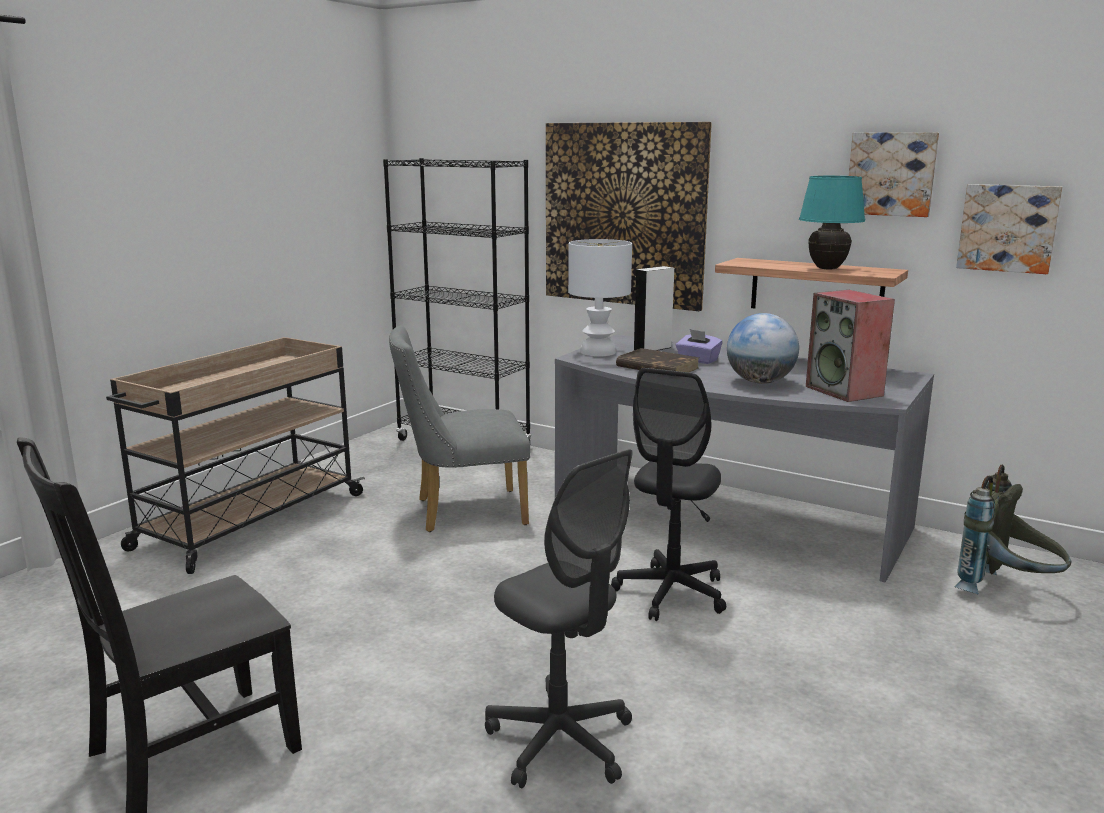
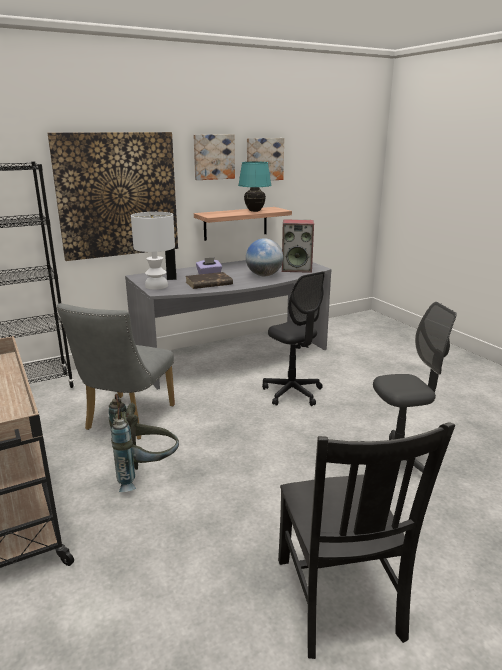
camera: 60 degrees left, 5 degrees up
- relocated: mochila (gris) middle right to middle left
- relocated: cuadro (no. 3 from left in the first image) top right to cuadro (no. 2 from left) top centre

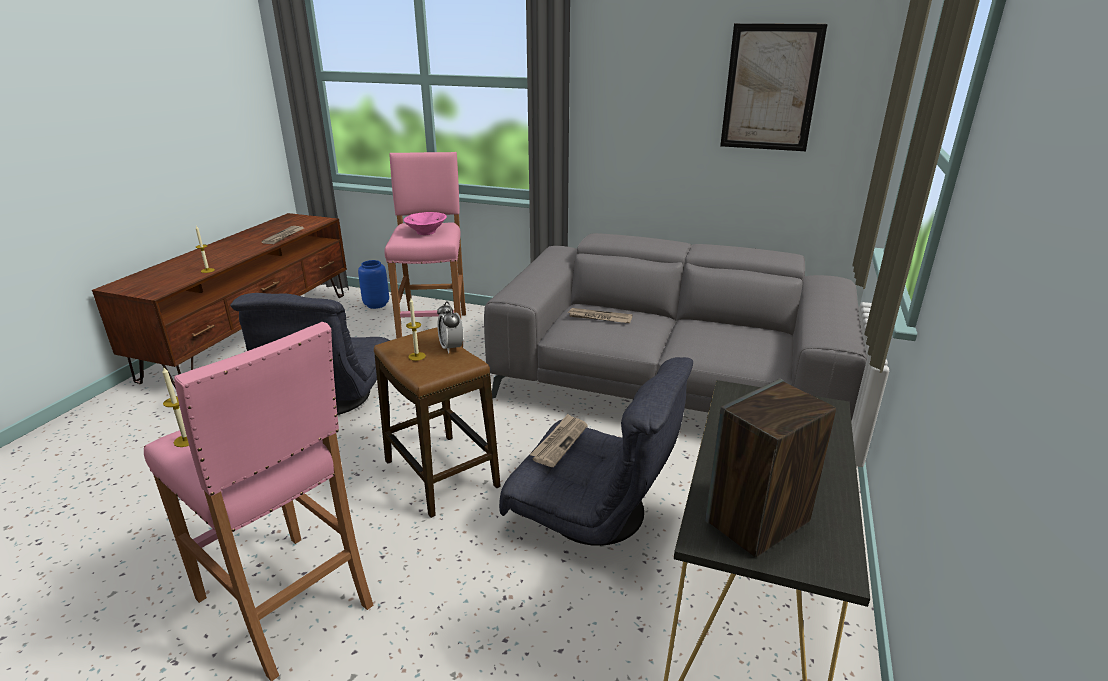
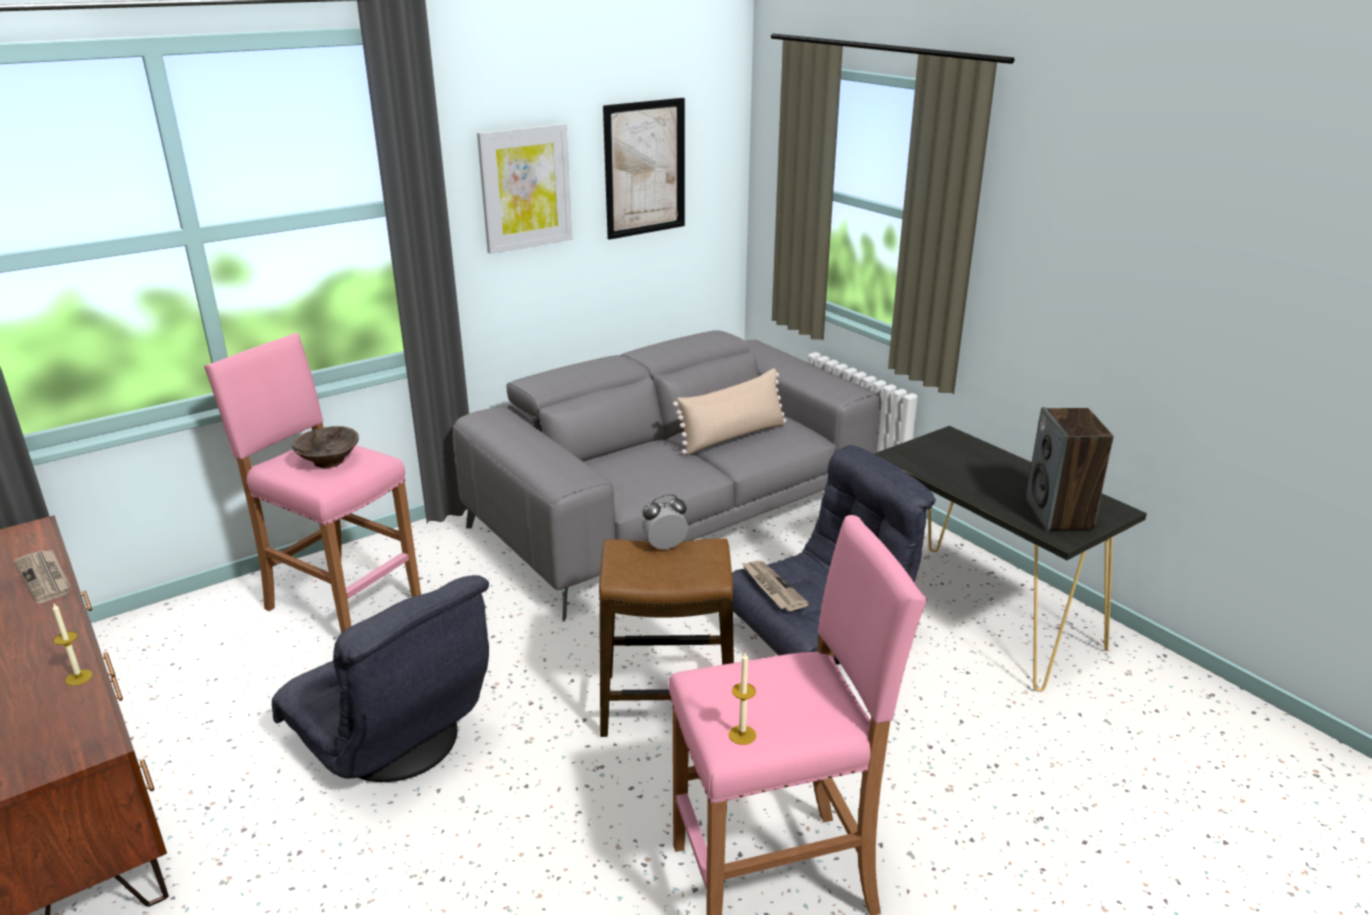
camera: 55 degrees left, 0 degrees up
- missing: florero (azul) centre
- missing: vela (no. 3 from left) centre
- missing: periódico (no. 3 from left) centre
- appeared: cuadro (no. 1 from left) top centre
- appeared: cojín (beis) centre
- colour: cuenco (rosa) top centre to cuenco (marrón) middle left
- spun: despertador centre = centre 150 degrees clockwise

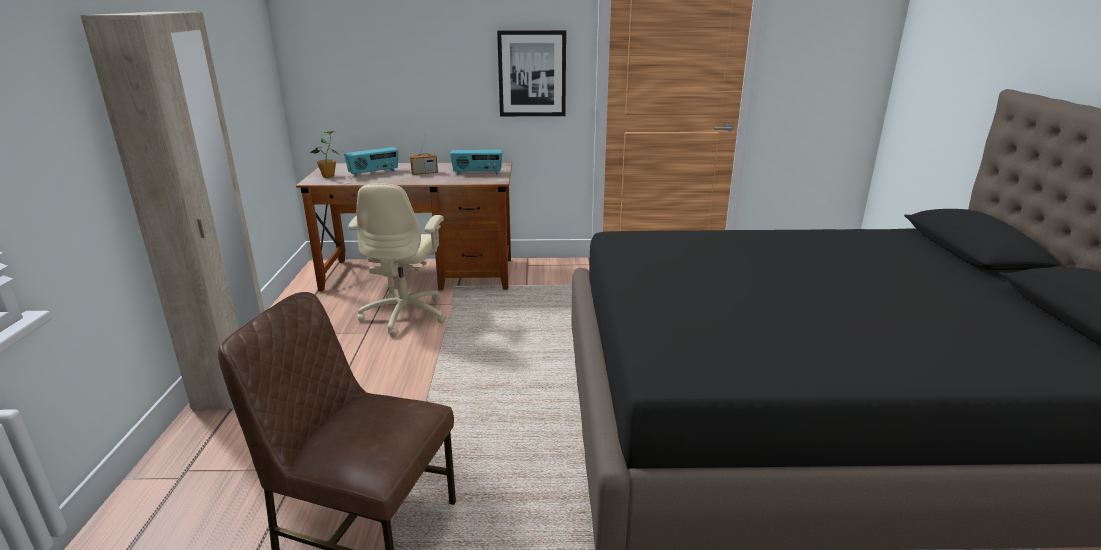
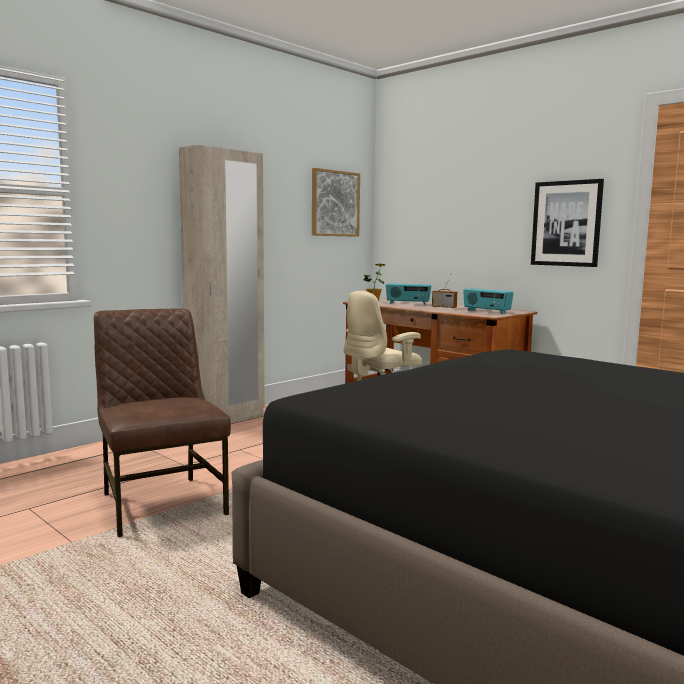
camera: 45 degrees right, 15 degrees down
- appeared: cuadro (no. 1 from left) top centre

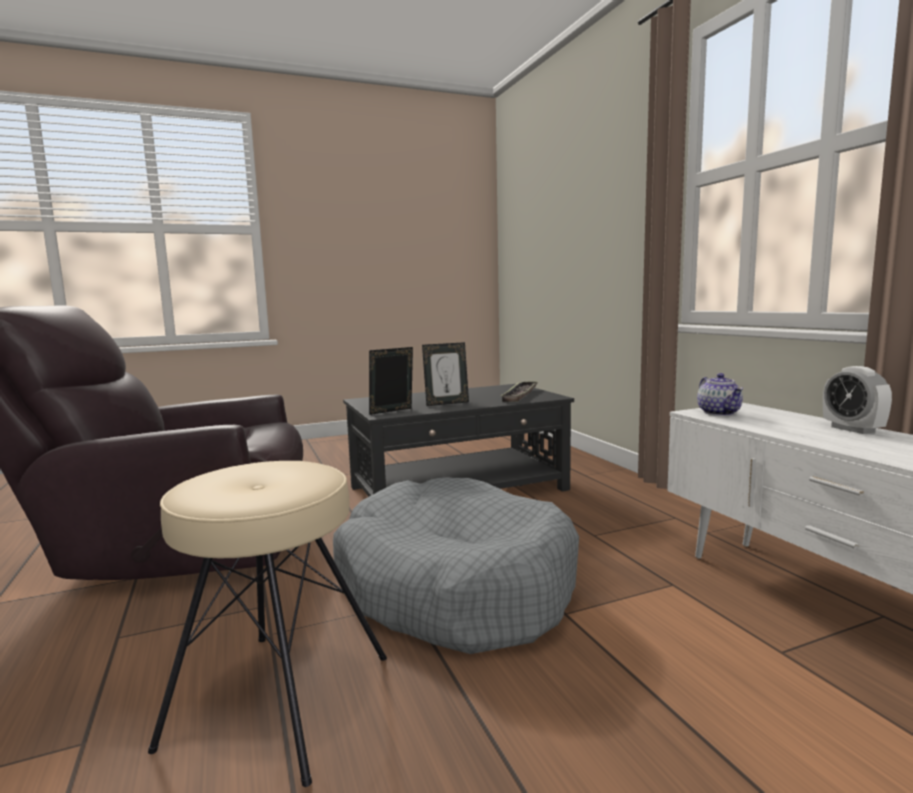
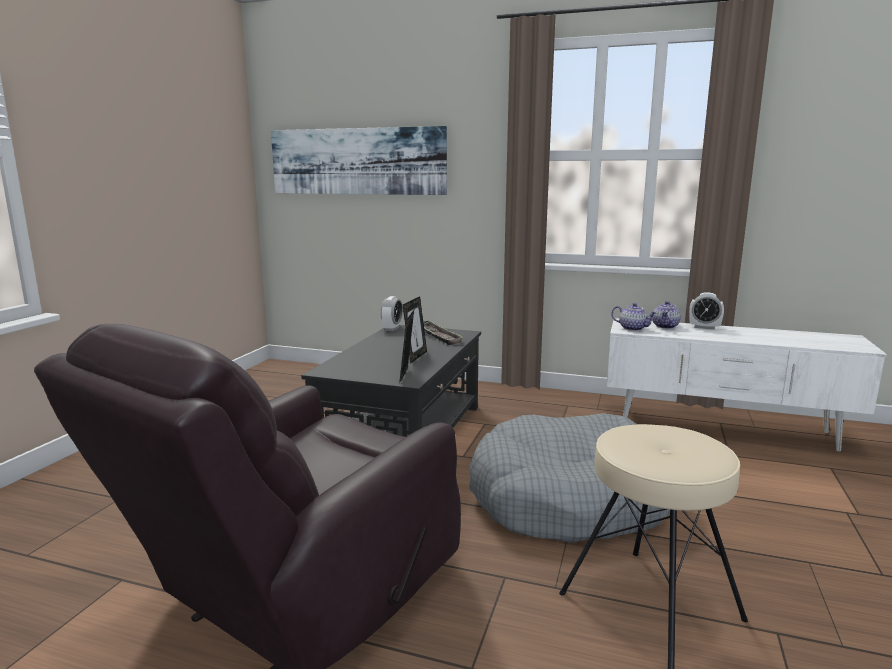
camera: 50 degrees left, 5 degrees up
- appeared: cuadro top centre
- appeared: despertador (no. 1 from left) centre
- appeared: tetera (no. 2 from left) middle right

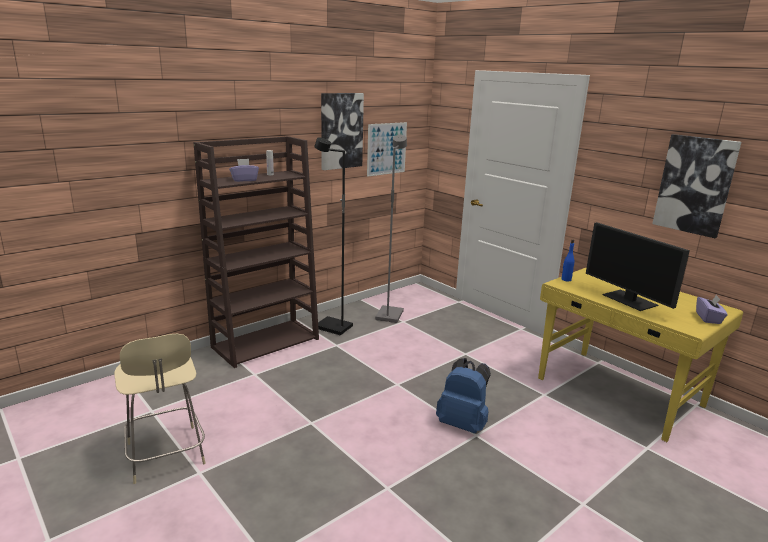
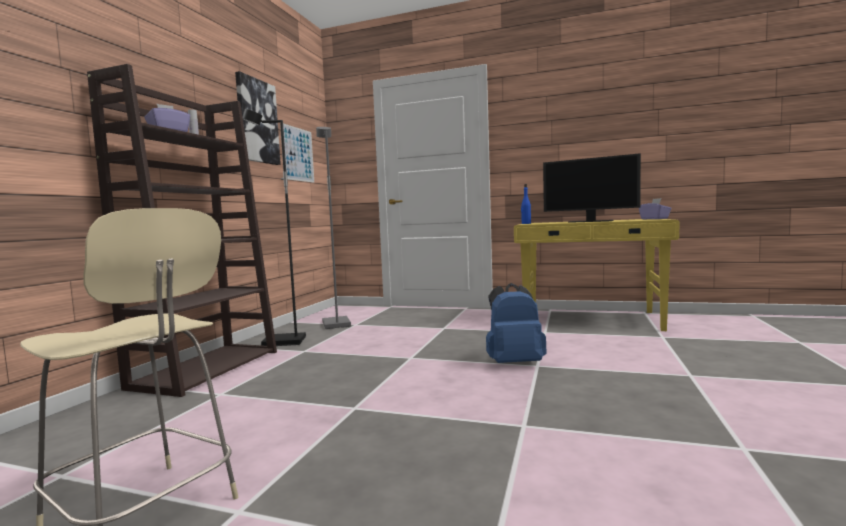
camera: 30 degrees left, 15 degrees down
- missing: cuadro (no. 3 from left) middle right

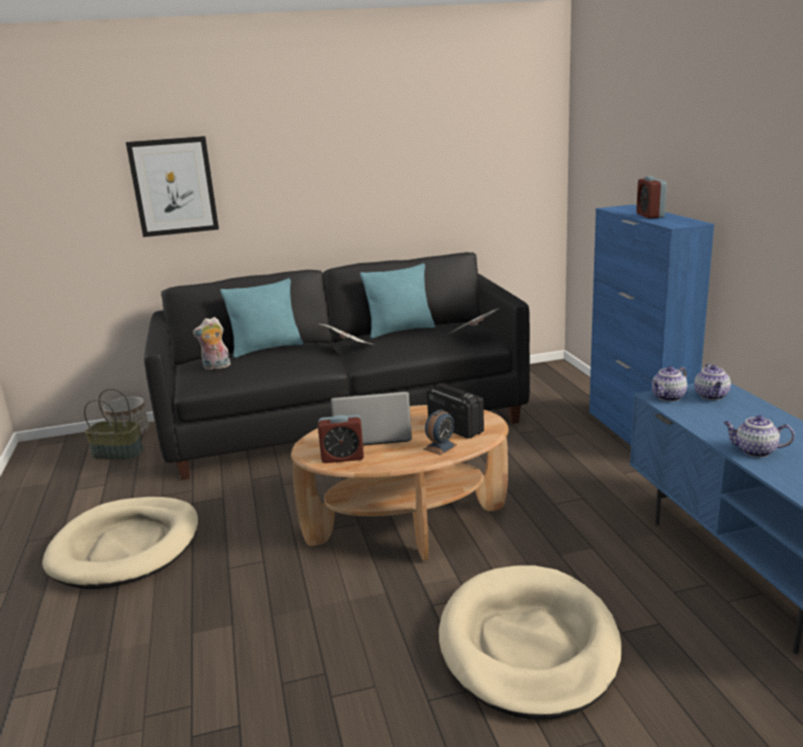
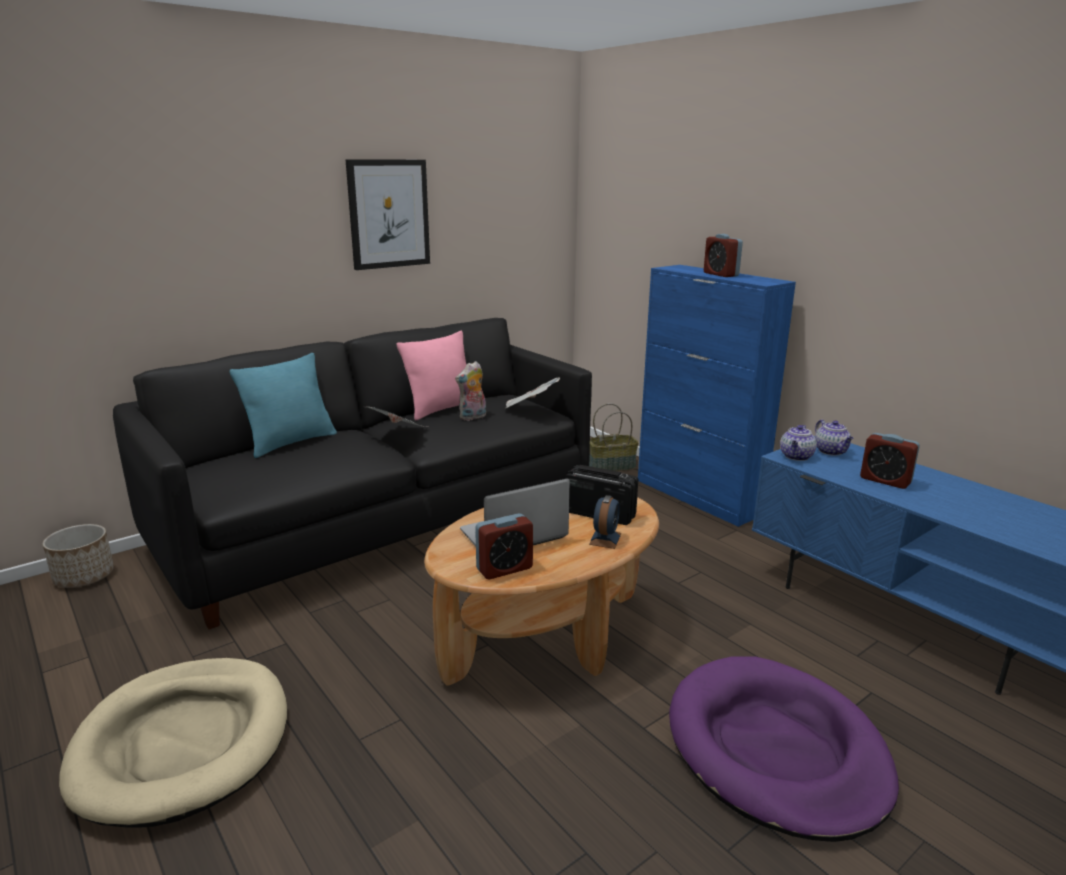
camera: 25 degrees left, 0 degrees up
- missing: tetera (no. 3 from left) middle right
- appeared: despertador (no. 4 from left) middle right
- relocated: cesta middle left to centre
- relocated: cuadro top left to top centre
- relocated: peluche middle left to centre
- colour: cojín (turquesa) (no. 2 from left) centre to cojín (rosa) centre
- colour: cama para perro (beis) (no. 2 from left) bottom centre to cama para perro (morado) bottom right

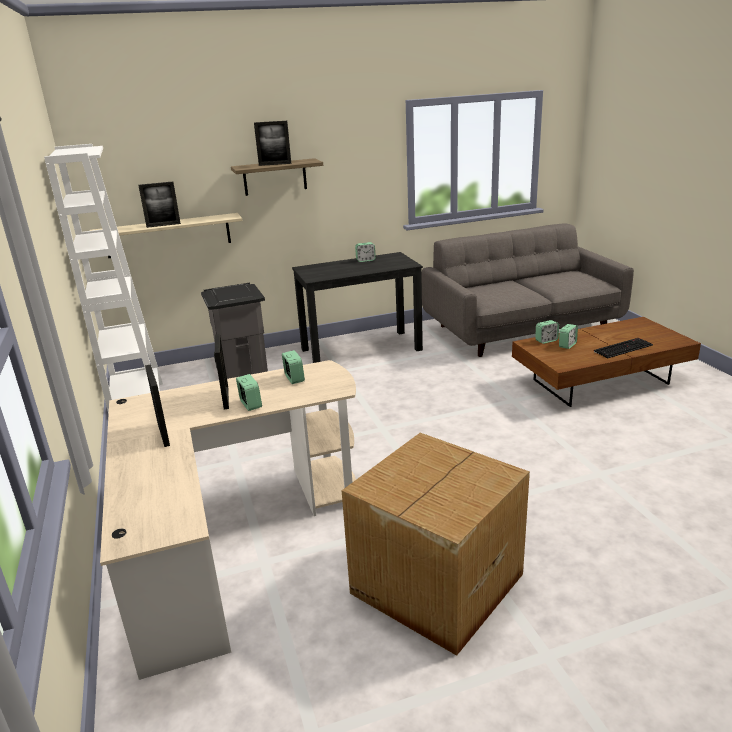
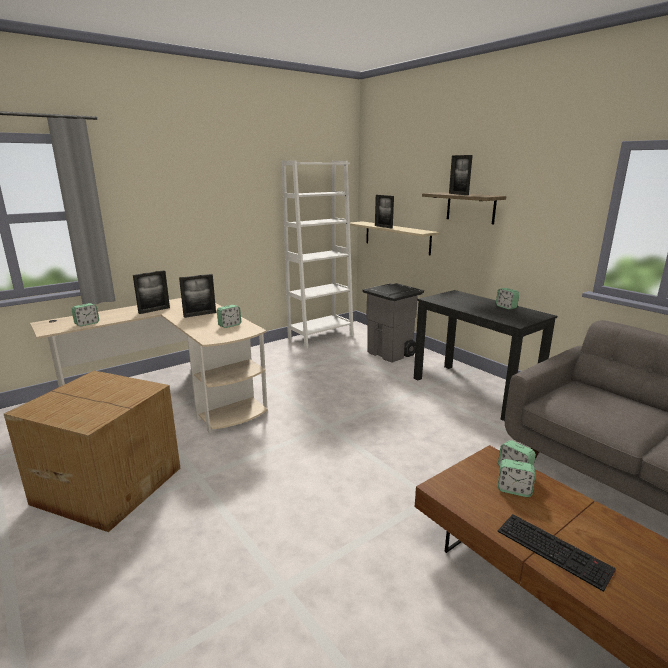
camera: 70 degrees right, 5 degrees down
- relocated: despertador (no. 1 from left) centre to middle left

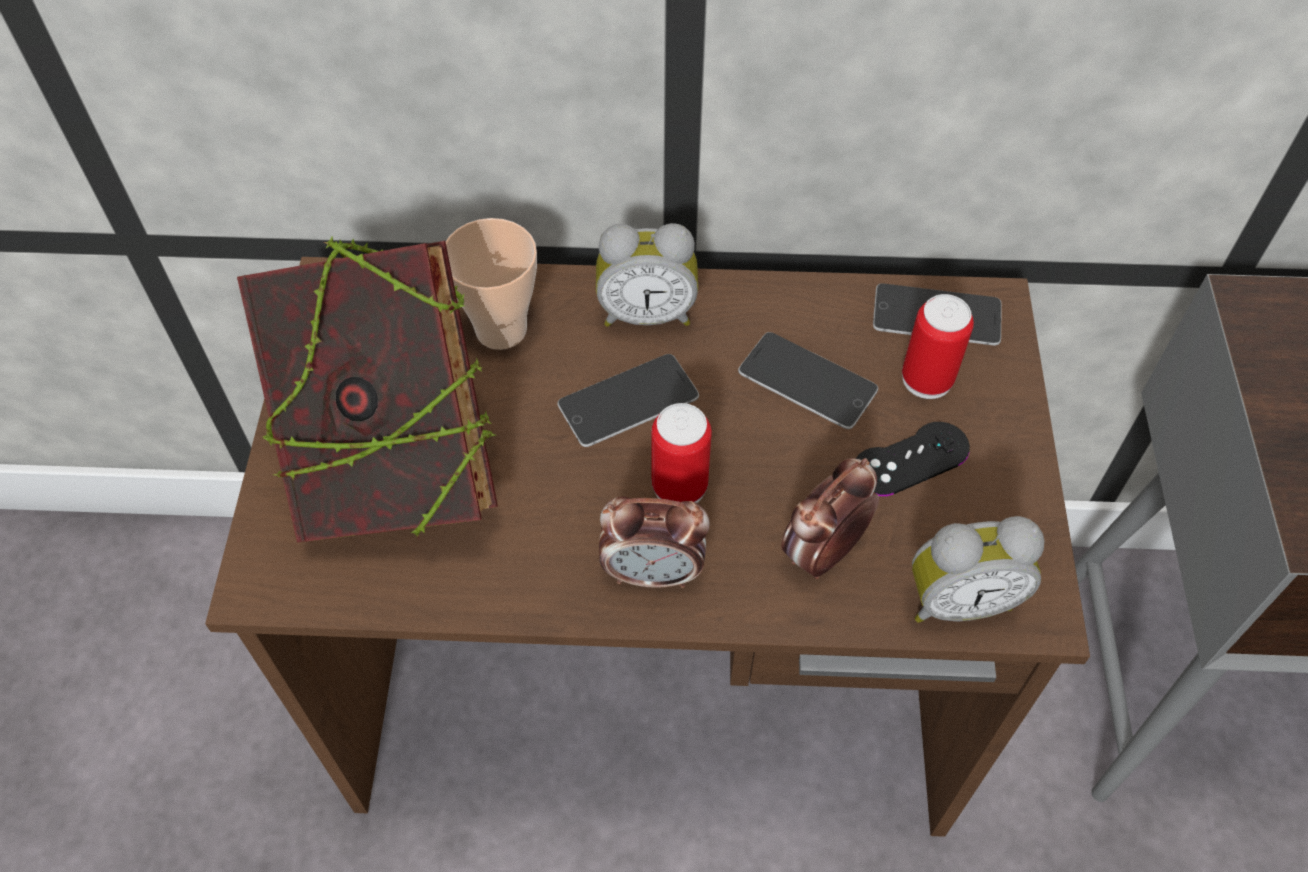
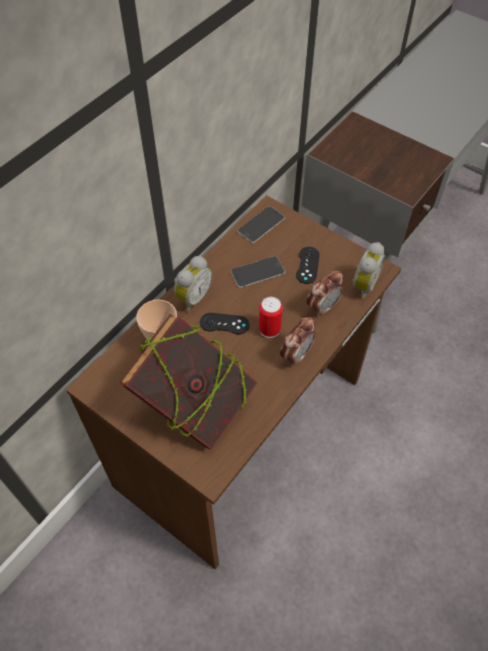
camera: 55 degrees left, 0 degrees up
- missing: lata (no. 2 from left) middle right
- exchanged: móvil (no. 1 from left) centre to mando de consola (negro) (no. 1 from left) centre
- spun: despertador (no. 3 from left) centre = centre 120 degrees counterclockwise

